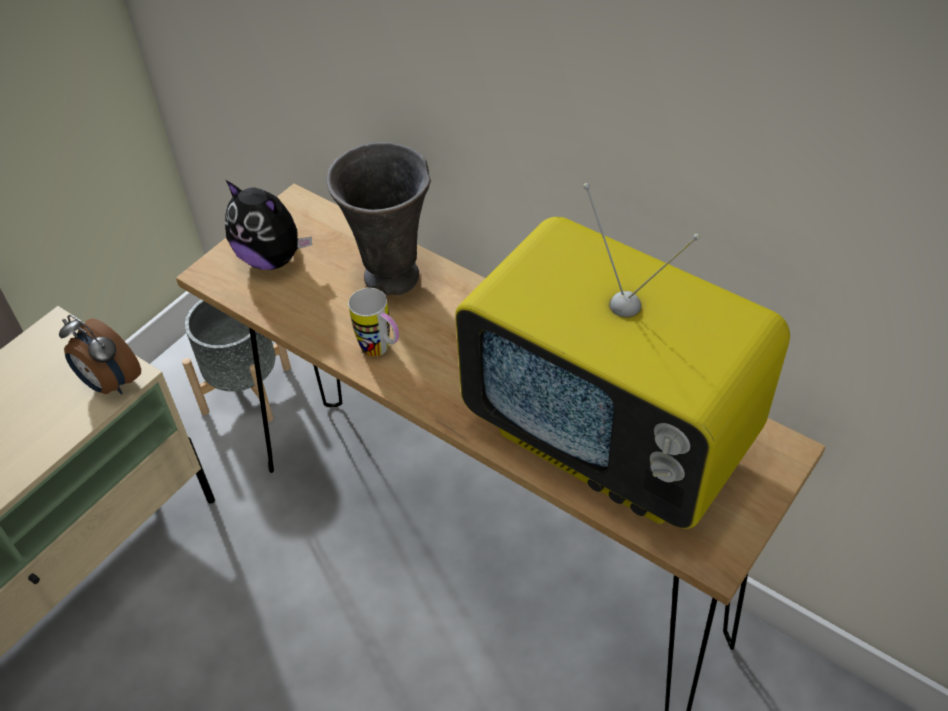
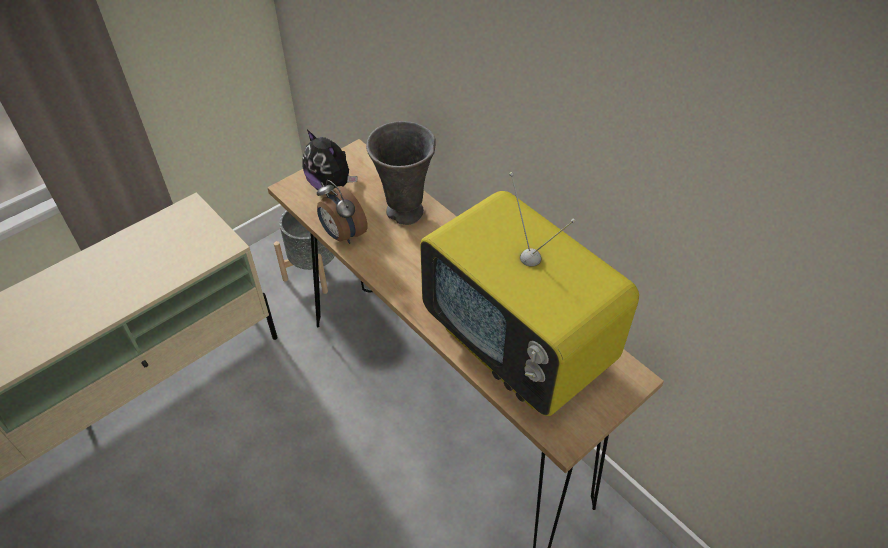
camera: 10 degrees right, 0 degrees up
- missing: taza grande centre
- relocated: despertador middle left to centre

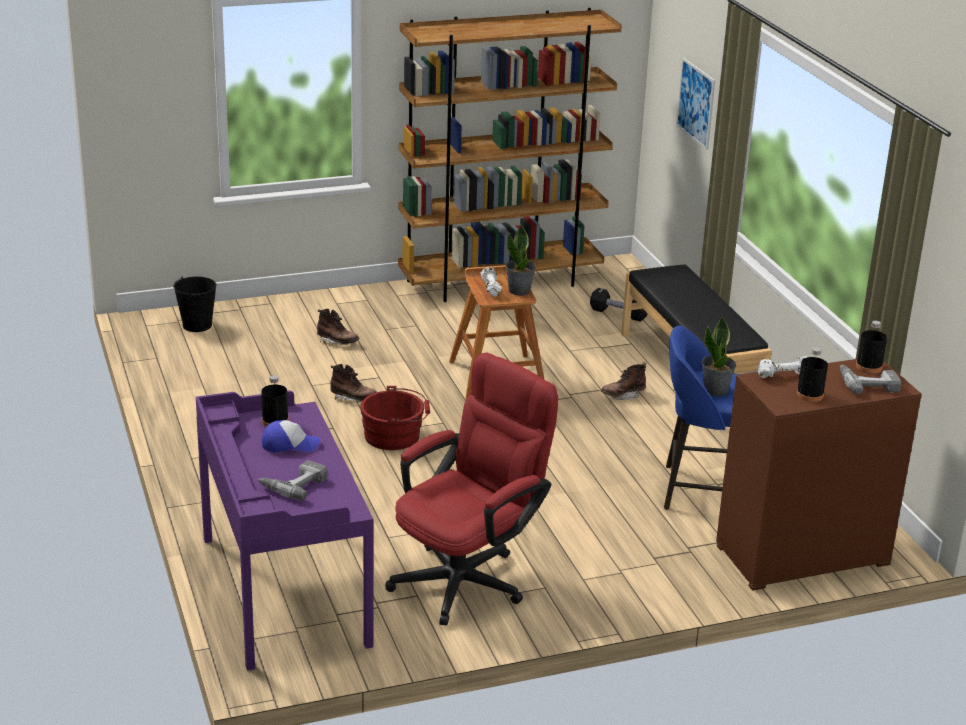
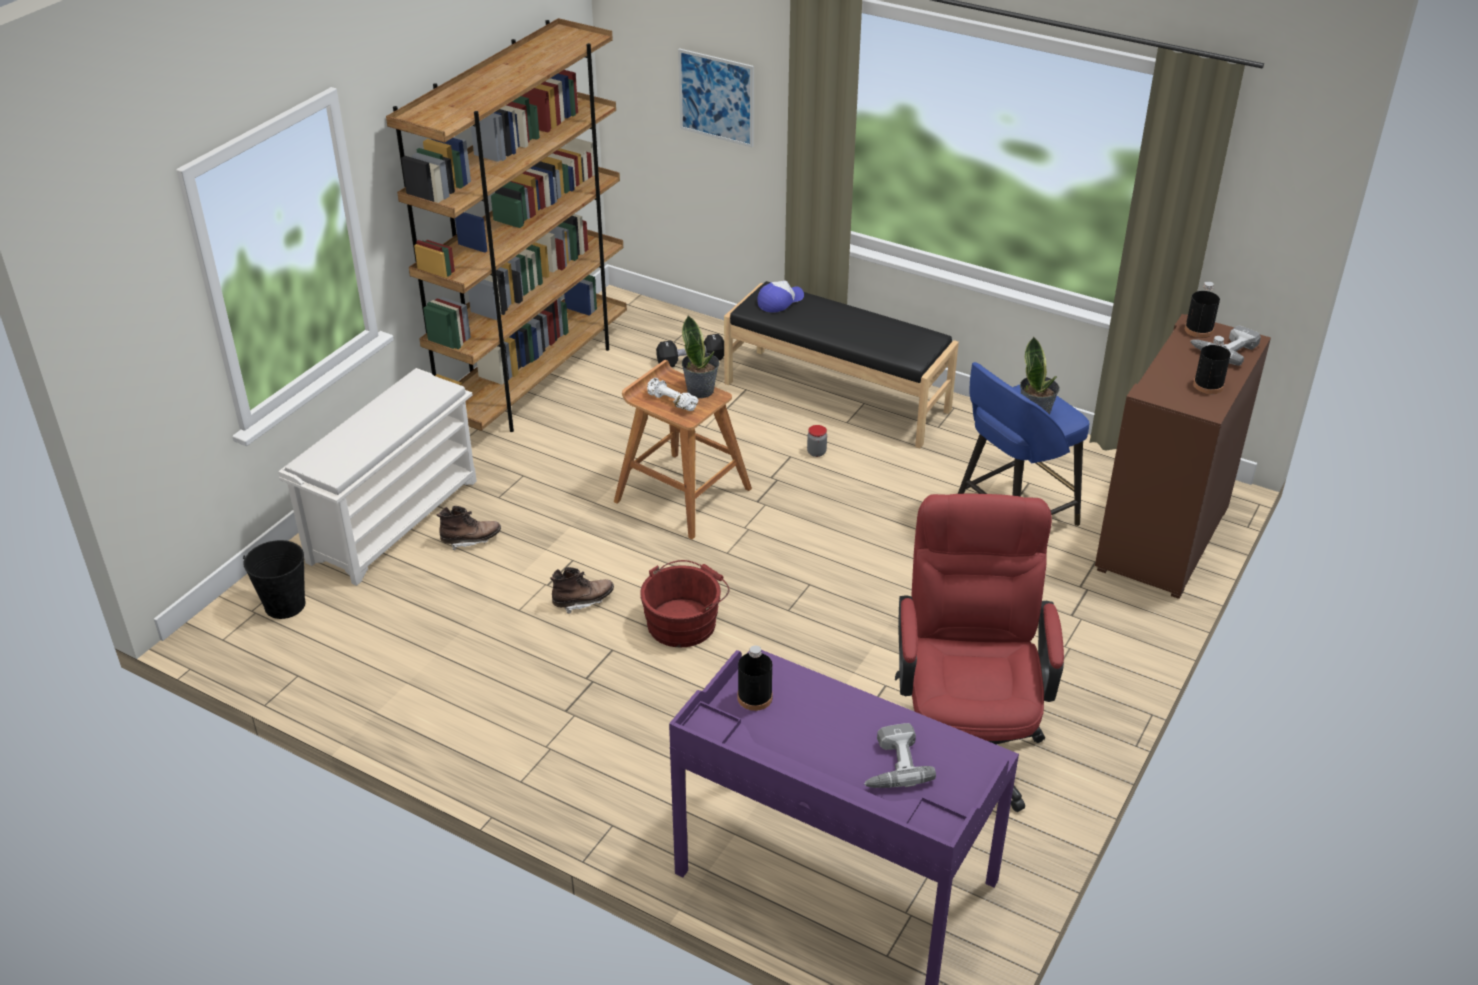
camera: 40 degrees left, 10 degrees up
- missing: mancuerna (blanco) (no. 2 from left) middle right
- appeared: zapatero (blanco) middle left
- relocated: gorra middle left to top centre
- exchanged: bota (marrón) (no. 3 from left) centre to tarro centre

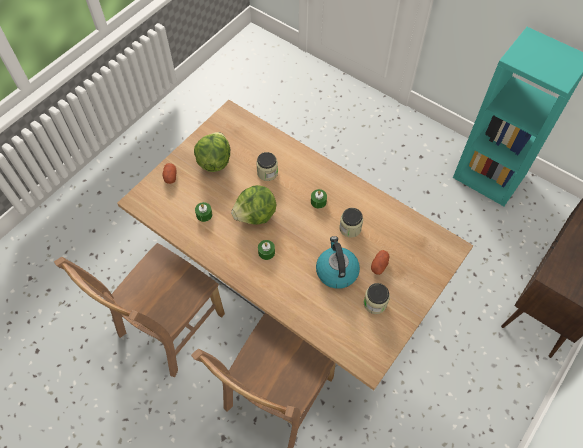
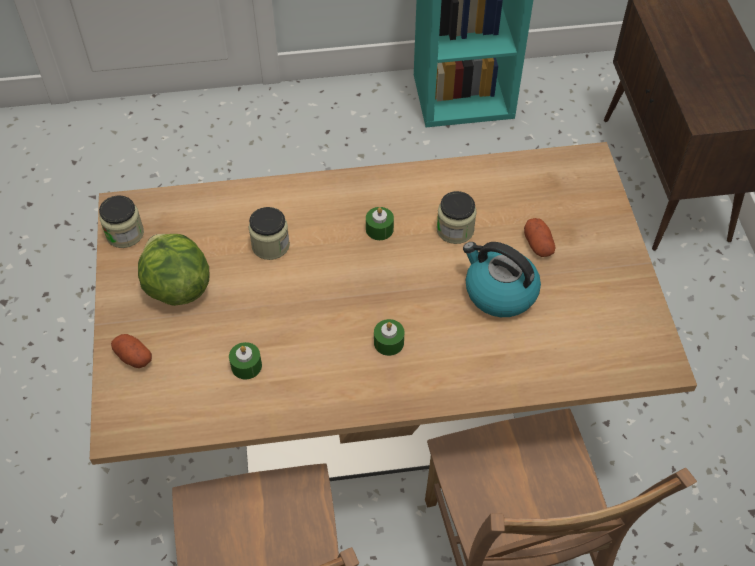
camera: 45 degrees left, 5 degrees down
- missing: lechuga (no. 2 from left) centre
- relocated: tarro (no. 3 from left in the first image) centre to tarro (no. 1 from left) middle left

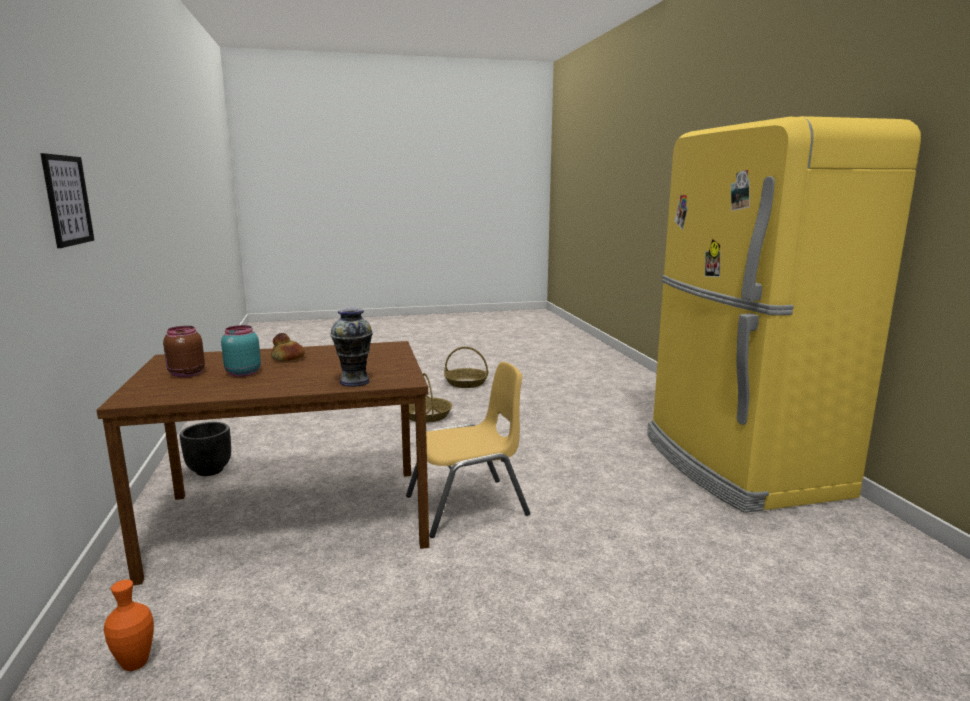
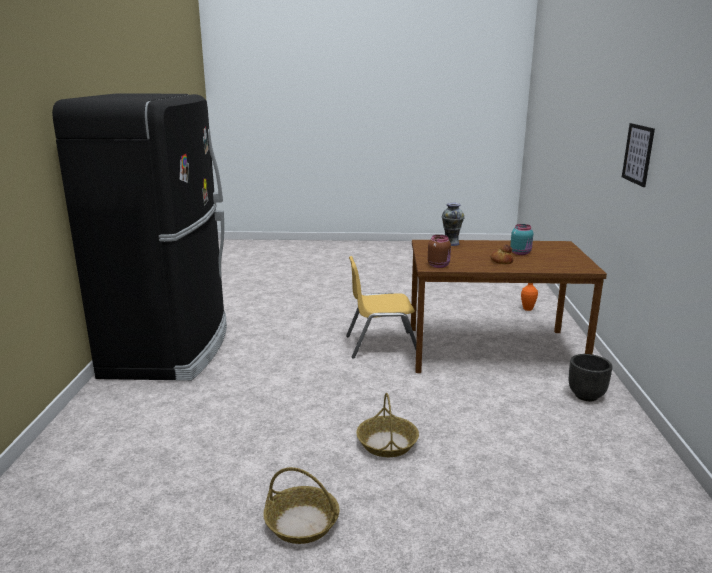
camera: 165 degrees left, 5 degrees up
- relocated: tarro (marrón) middle left to centre
- colour: nevera (amarillo) middle right to nevera (negro) middle left

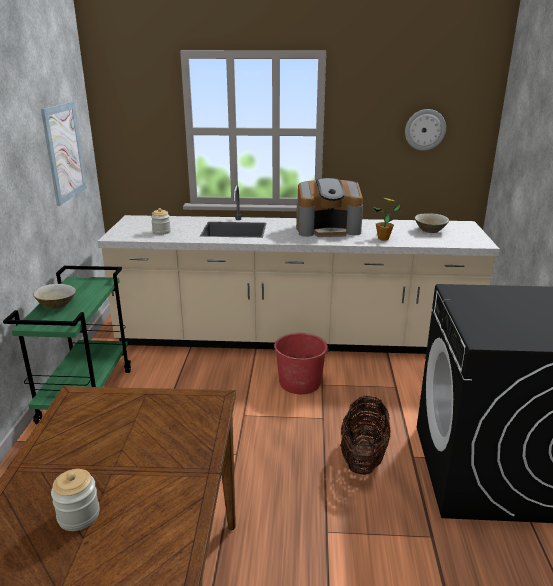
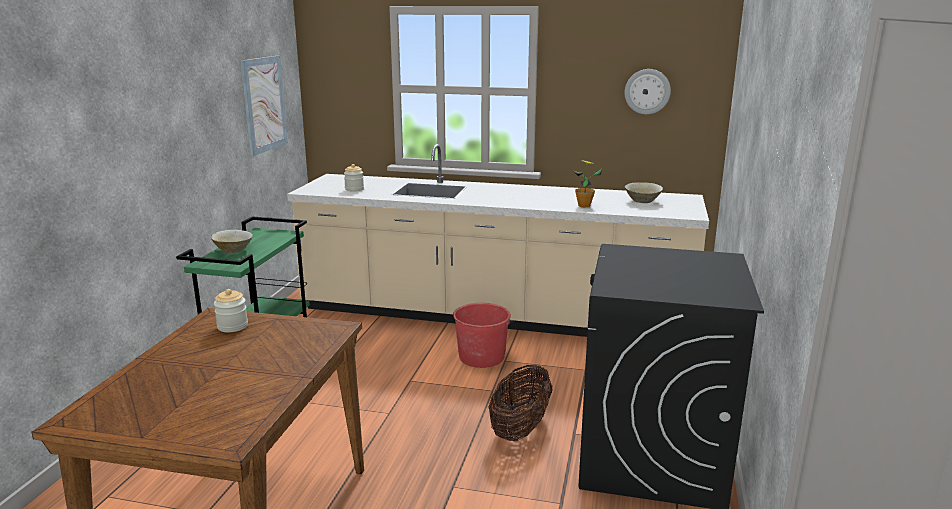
camera: 10 degrees right, 5 degrees down
- missing: cafetera centre
- relocated: tarro (no. 1 from left) bottom left to middle left

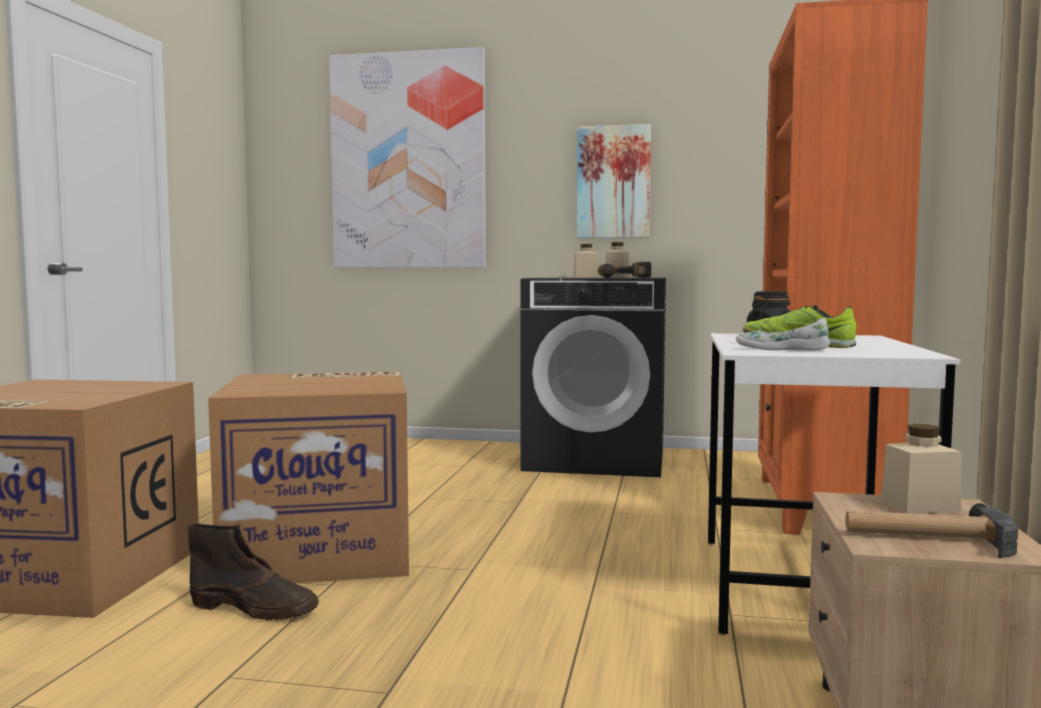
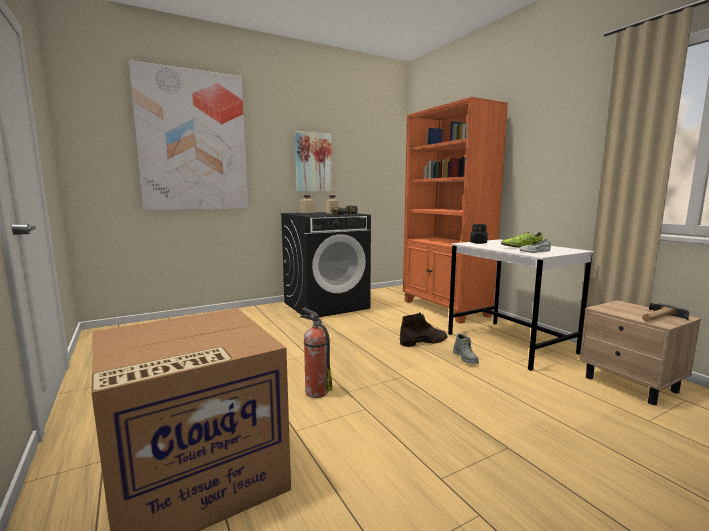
camera: 40 degrees left, 5 degrees up
- missing: tarro (beis) (no. 3 from left) middle right
- appeared: bota (gris) centre
- relocated: bota (marrón) bottom left to centre
- exchanged: caja de cartón (no. 2 from left) bottom left to extintor centre

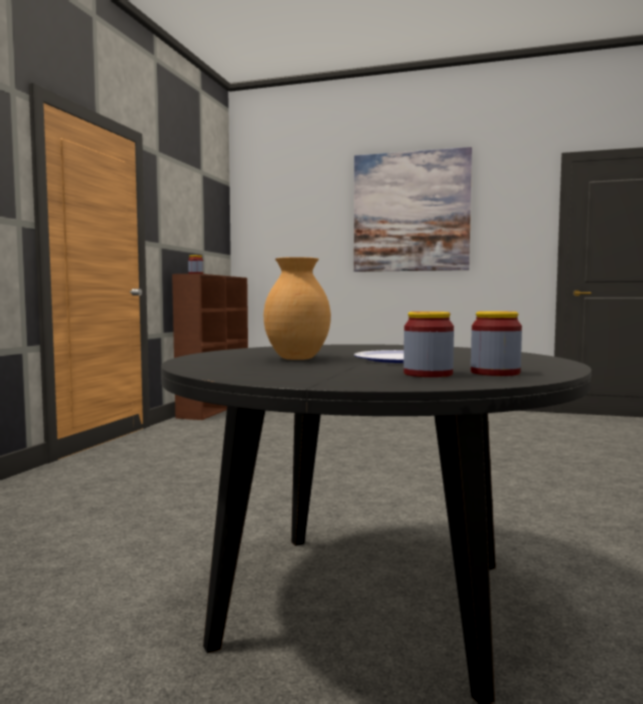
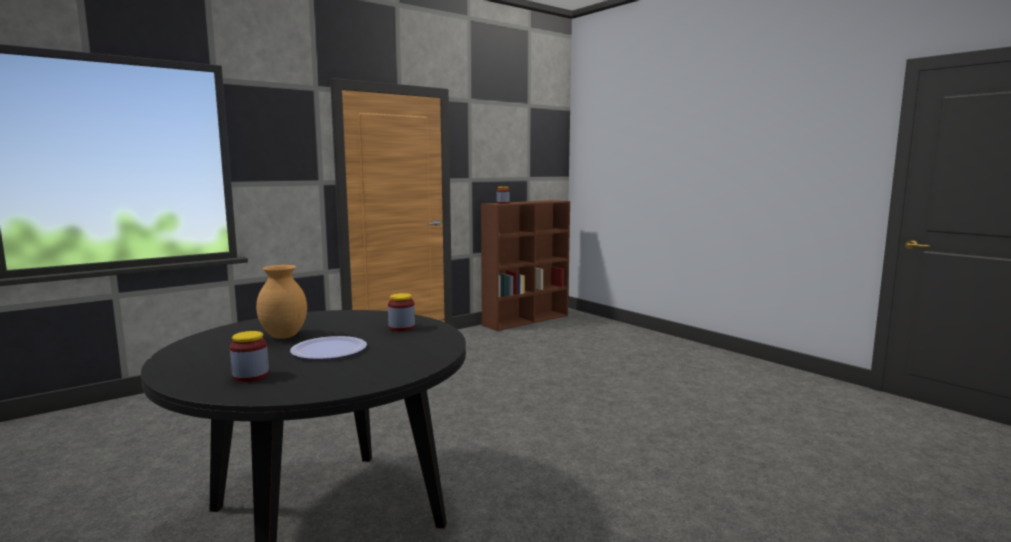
camera: 35 degrees right, 5 degrees up
- missing: cuadro top centre
- relocated: tarro (no. 3 from left in the first image) middle right to tarro (no. 2 from left) centre

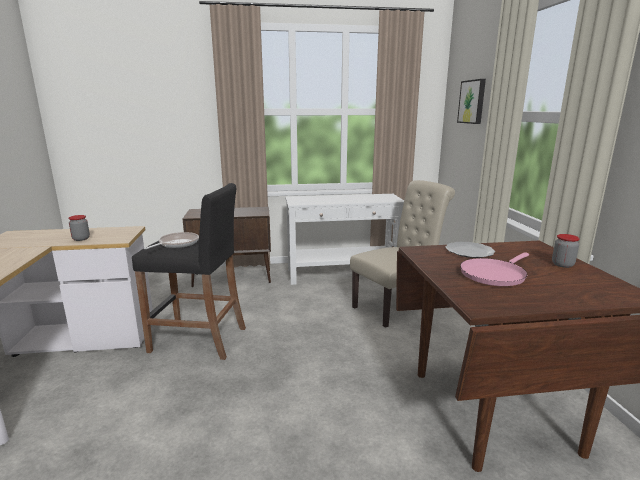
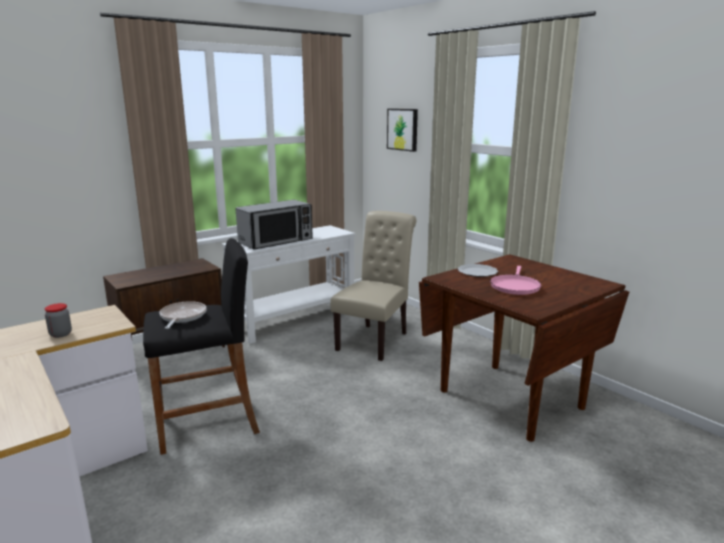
camera: 30 degrees left, 0 degrees up
- missing: tarro (no. 2 from left) middle right
- appeared: microondas centre

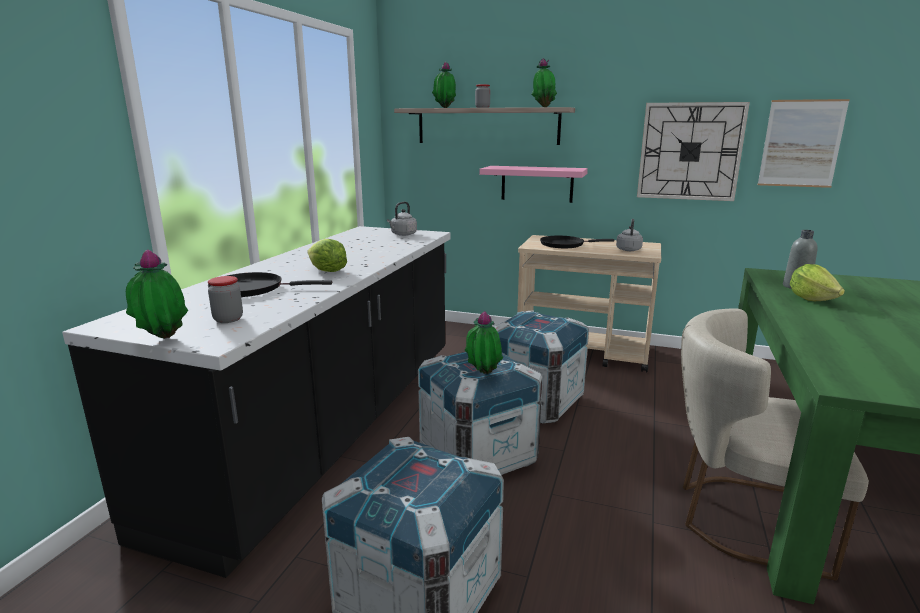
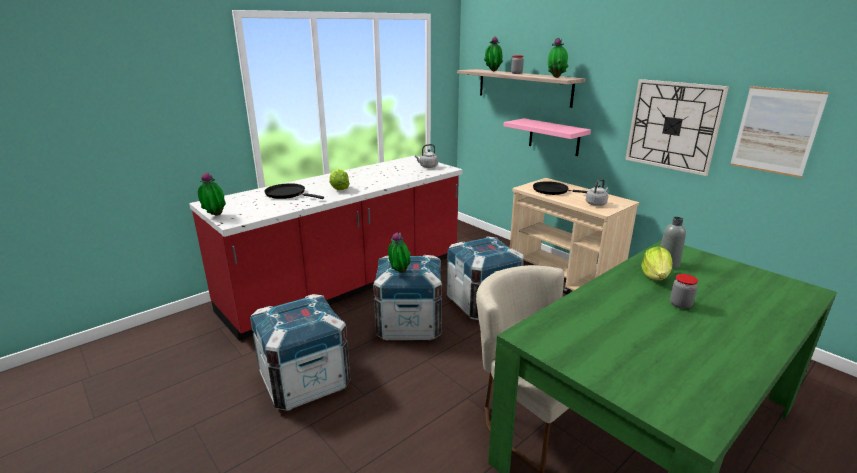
camera: 30 degrees right, 5 degrees up
- relocated: tarro (no. 1 from left in the first image) middle left to tarro (no. 2 from left) middle right
- colour: mueble bajo de cocina (negro) middle left to mueble bajo de cocina (rojo) centre

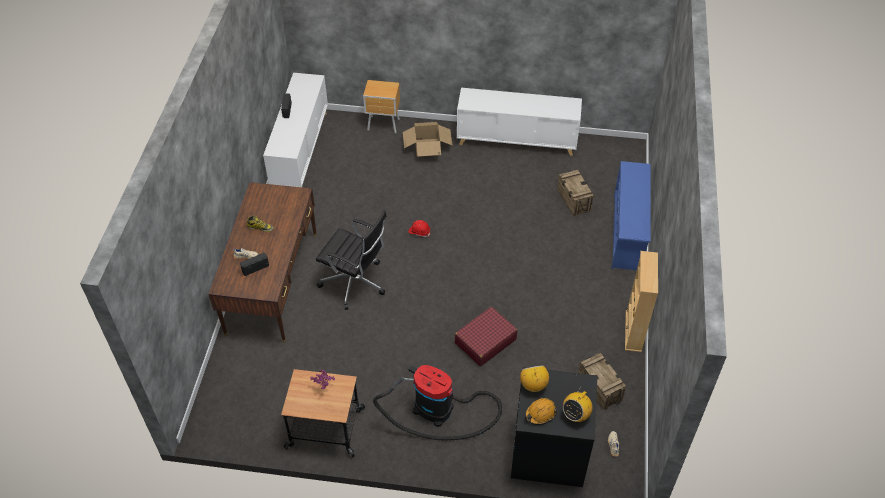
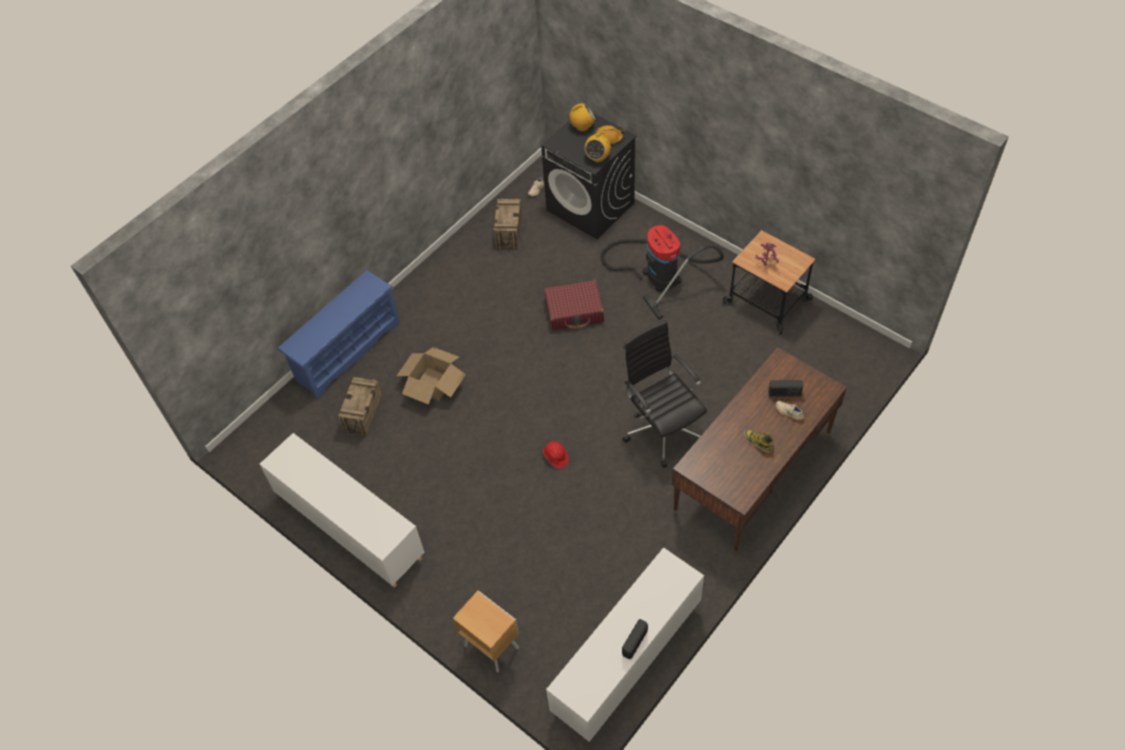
camera: 145 degrees left, 5 degrees up
- missing: estantería (beis) middle right
- relocated: caja de cartón top centre to centre

